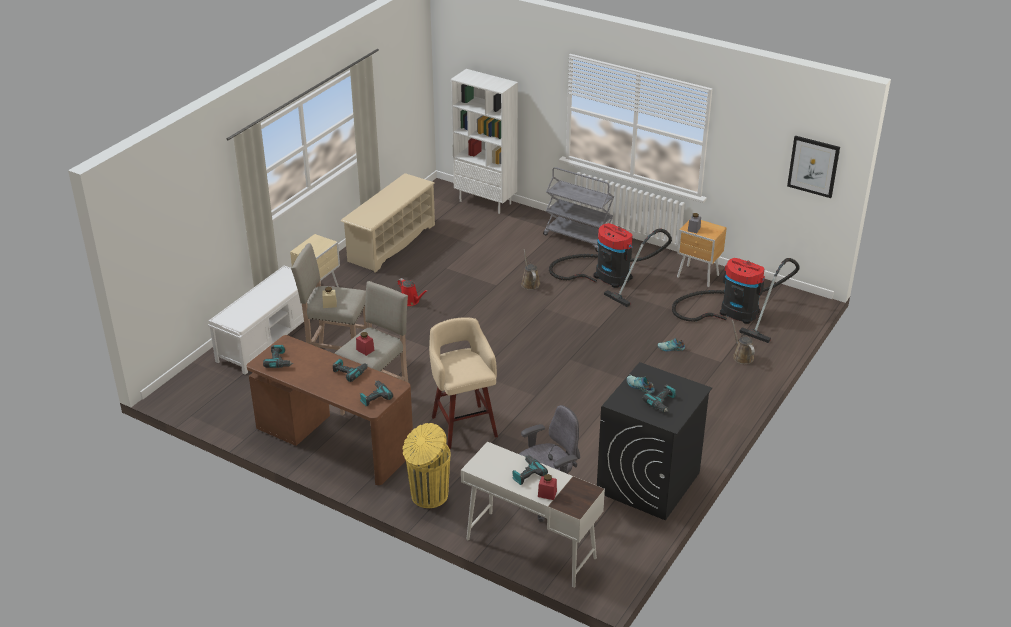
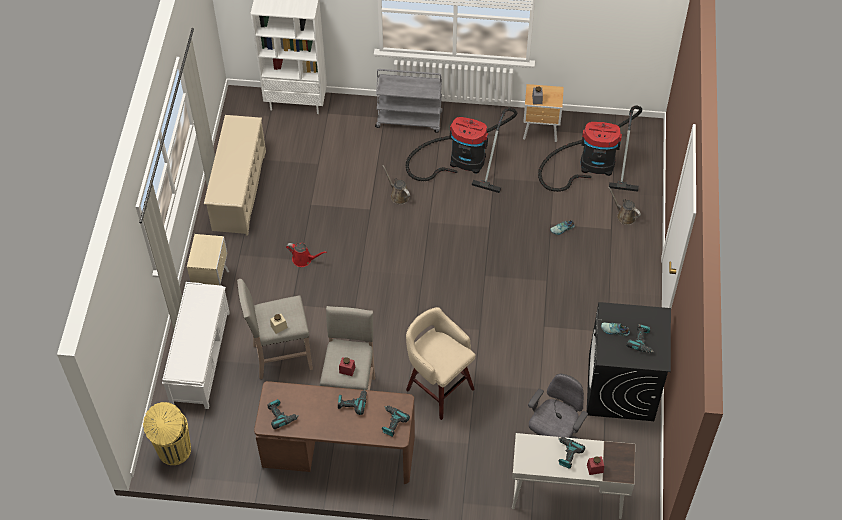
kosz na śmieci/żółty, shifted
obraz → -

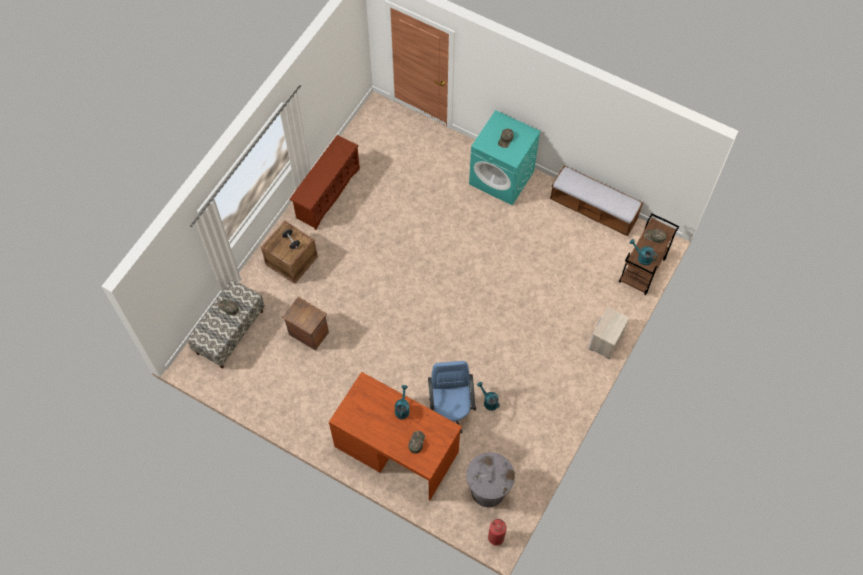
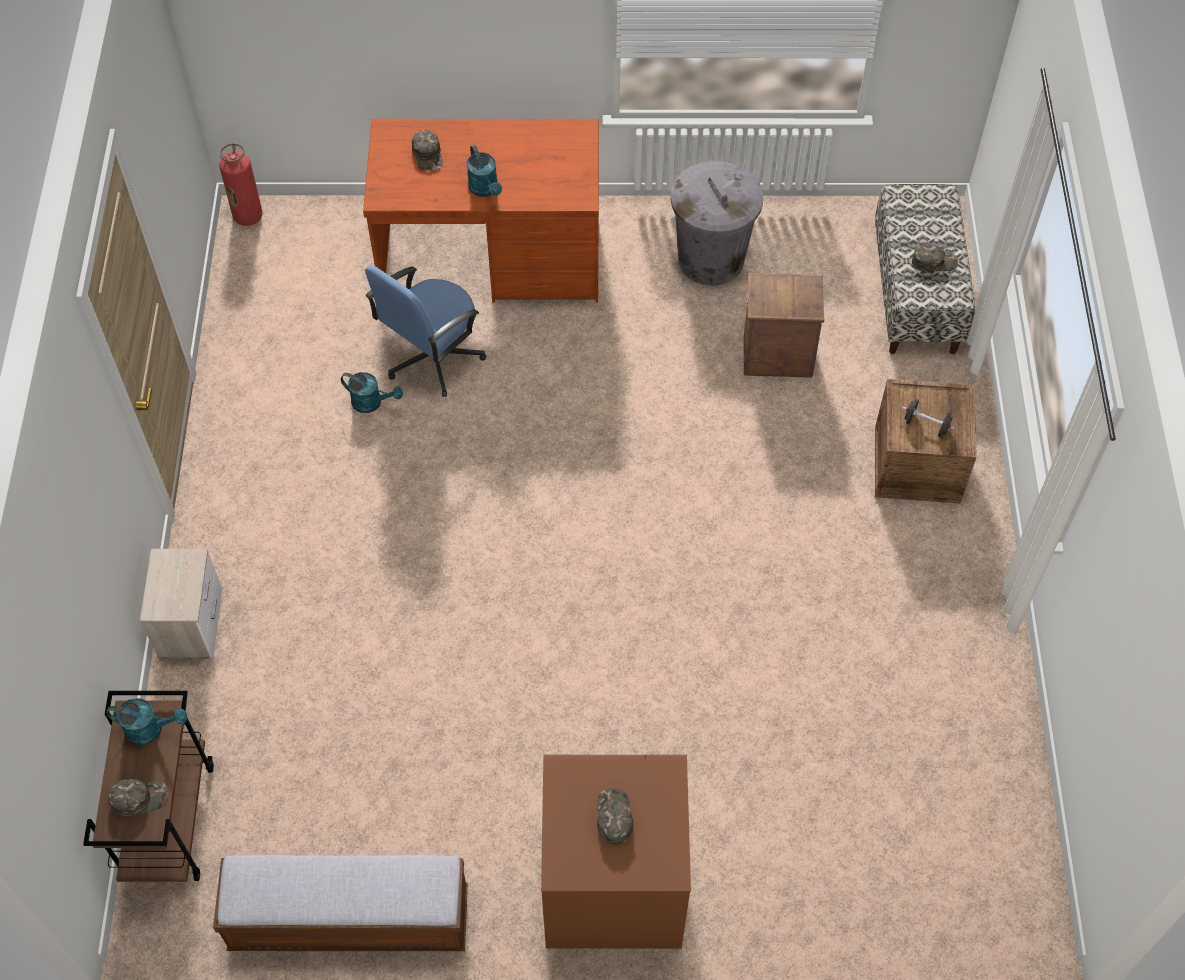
regał na buty/brązowy → -
krzesło biurowe/niebieski, 75 degrees clockwise
kosz na śmieci/szary, shifted
pralka/turkusowy → pralka/brązowy

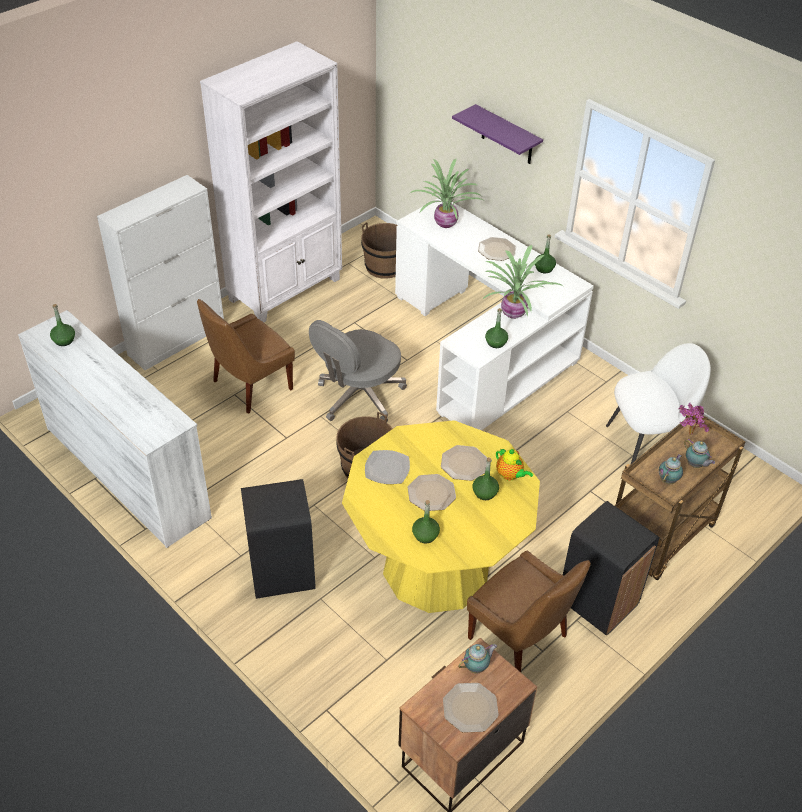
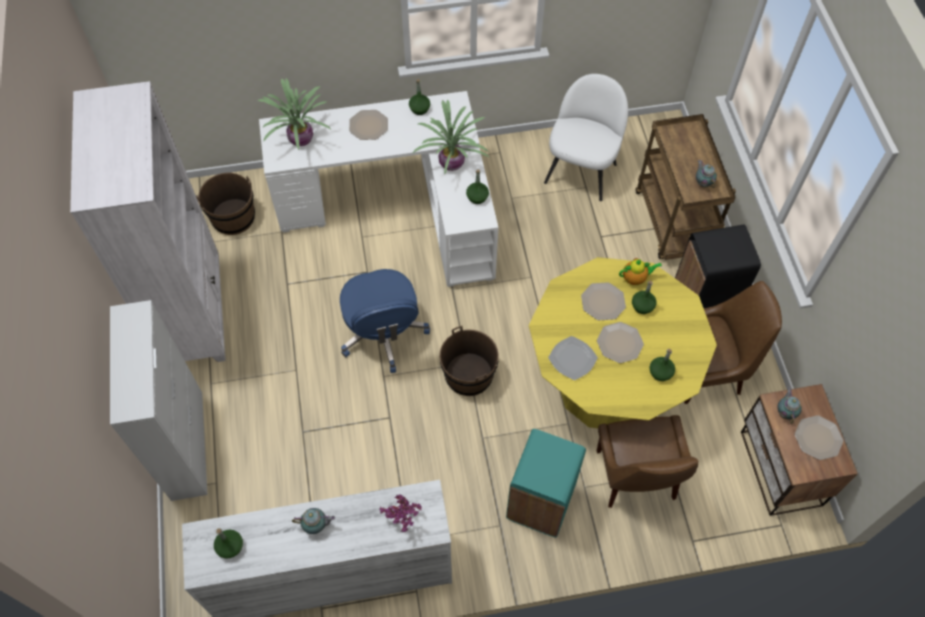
krzesło/brązowy (no. 1 from left), shifted
kosz na śmieci/czarny (no. 1 from left) → kosz na śmieci/turkusowy
krzesło biurowe/szary → krzesło biurowe/niebieski
półka/fioletowy → -
roślina doniczkowa (no. 3 from left in the first image) → roślina doniczkowa (no. 2 from left), shifted
imbryk (no. 4 from left in the first image) → imbryk (no. 1 from left), shifted

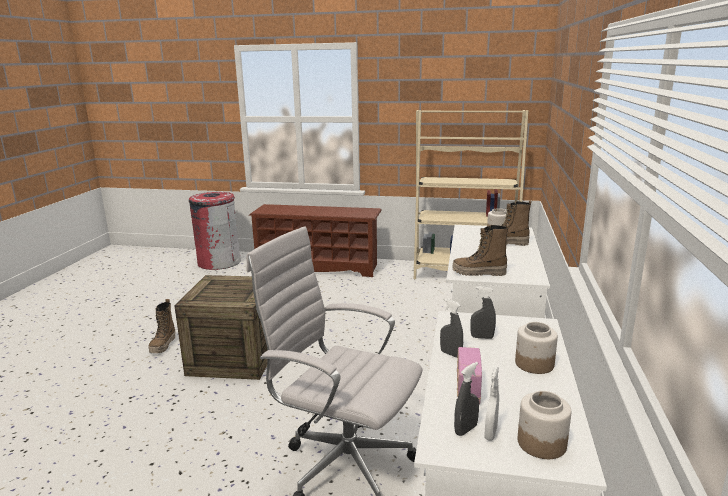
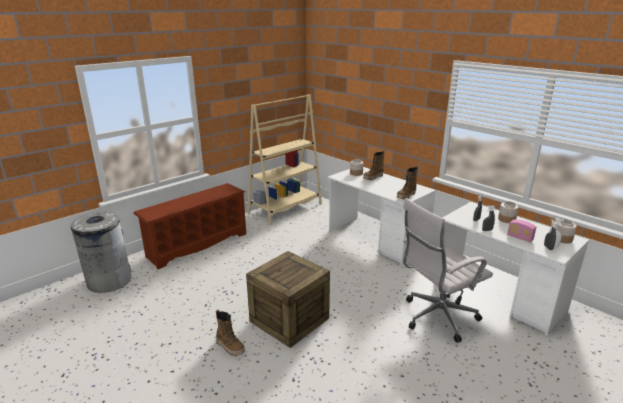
kosz na śmieci/czerwony → kosz na śmieci/szary

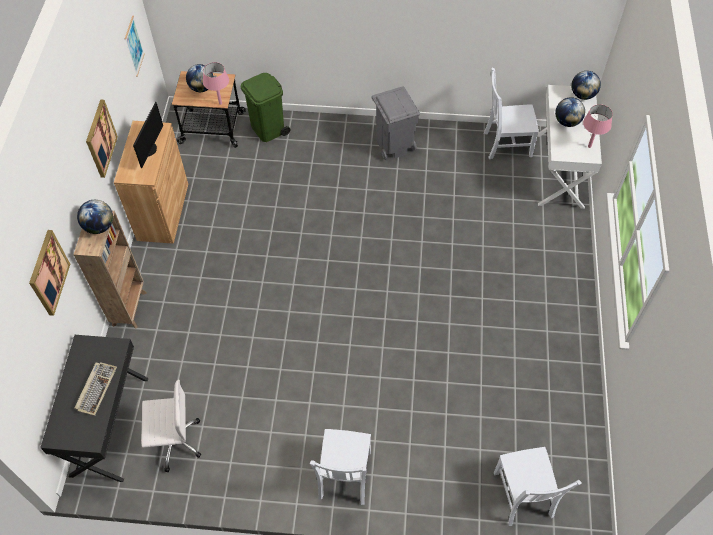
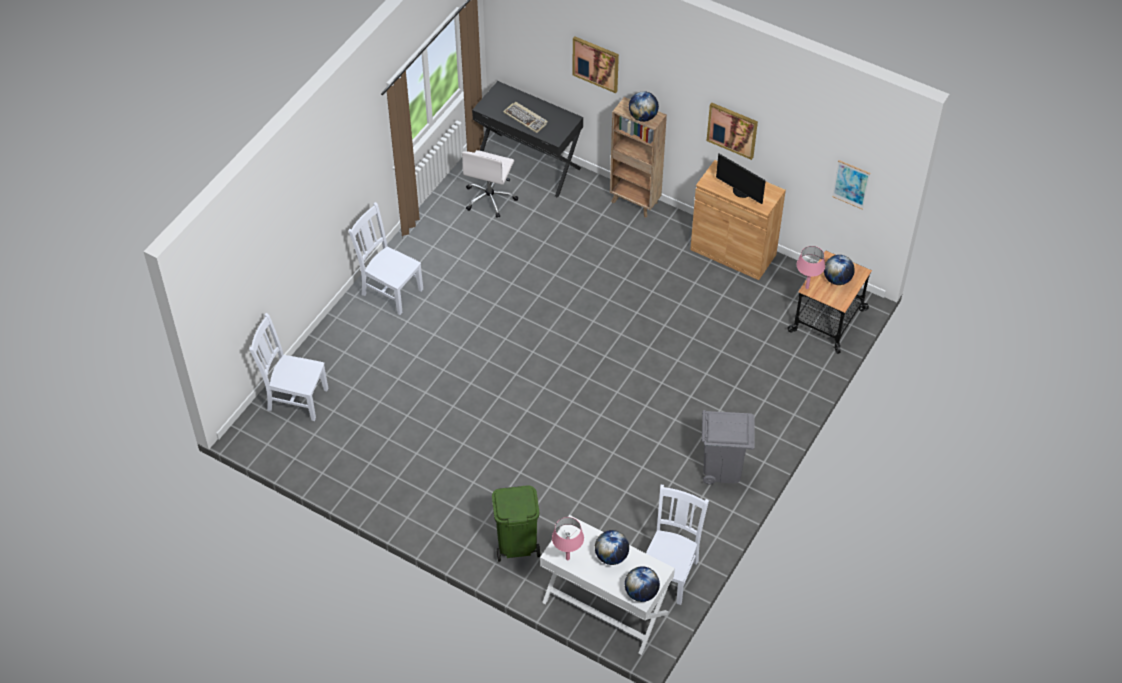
kosz na śmieci/zielony, shifted

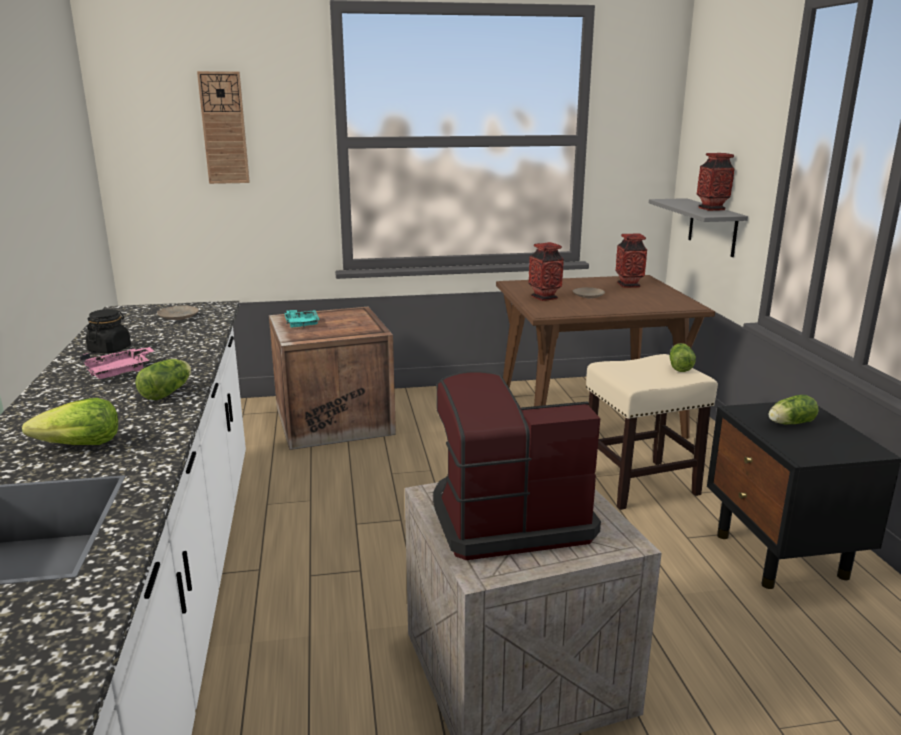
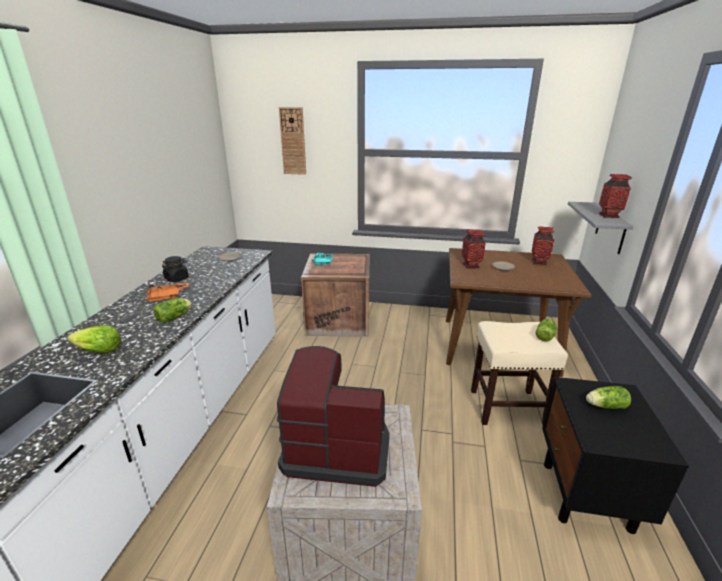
taca/różowy → taca/pomarańczowy

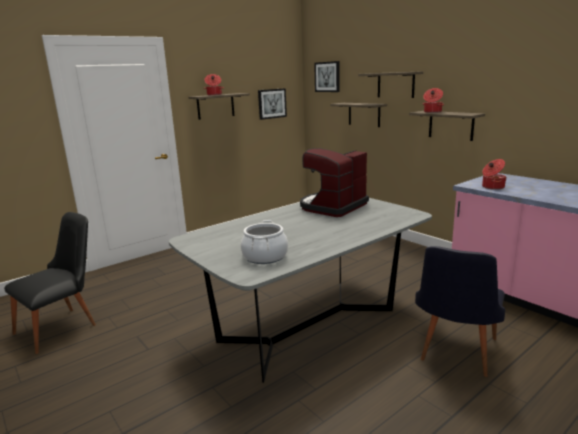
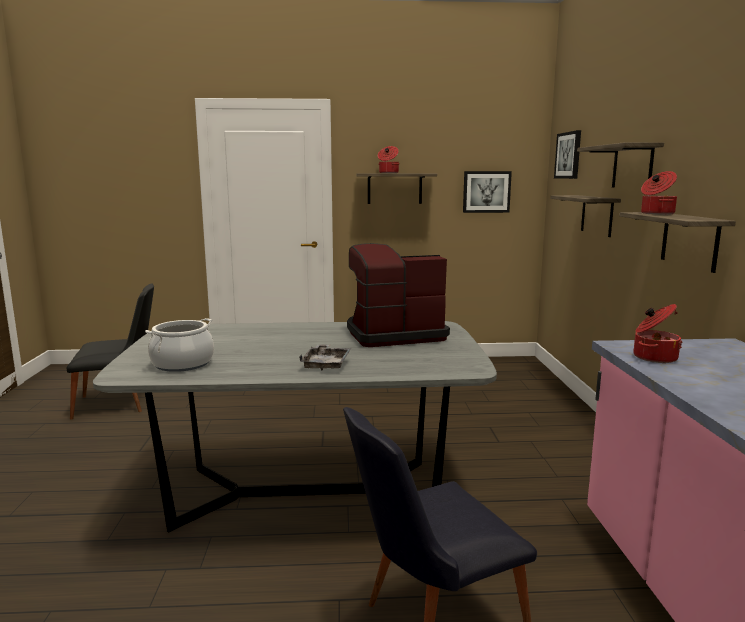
- → taca/szary

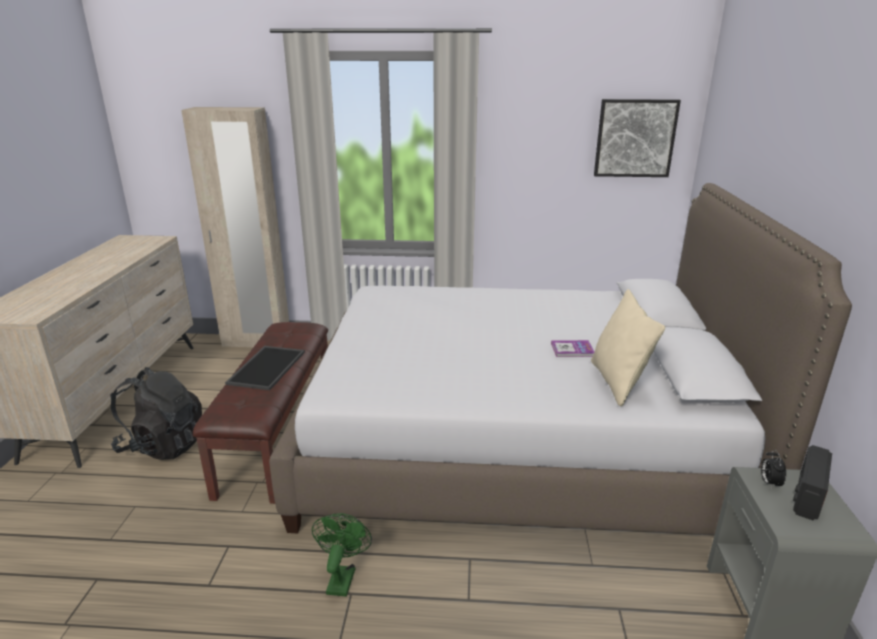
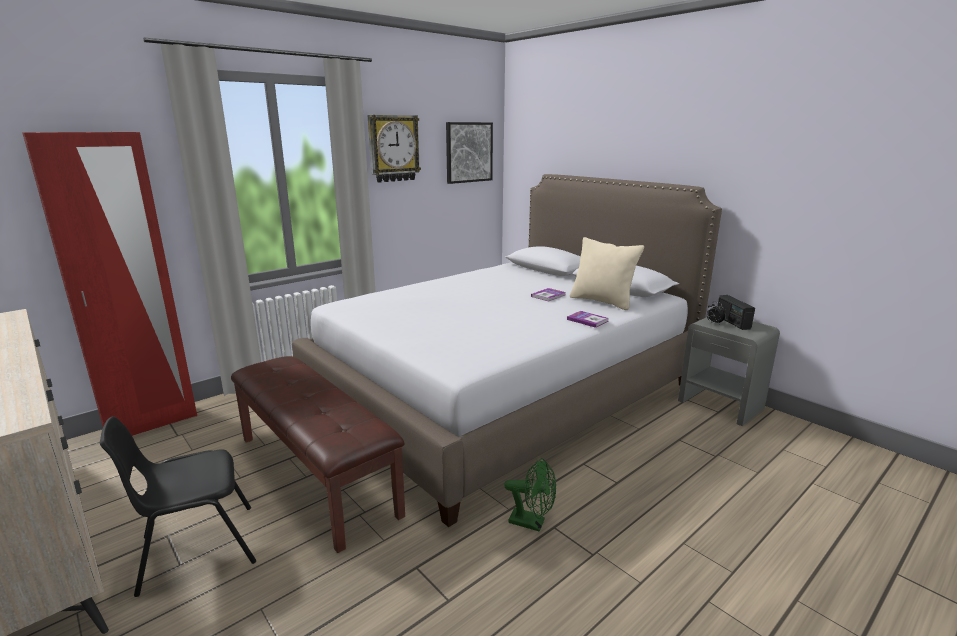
plecak/czarny → krzesło/czarny
szafa/beżowy → szafa/czerwony
taca → -
wentylator/zielony, 150 degrees clockwise
- → zegar ścienny
- → książka (no. 2 from left)

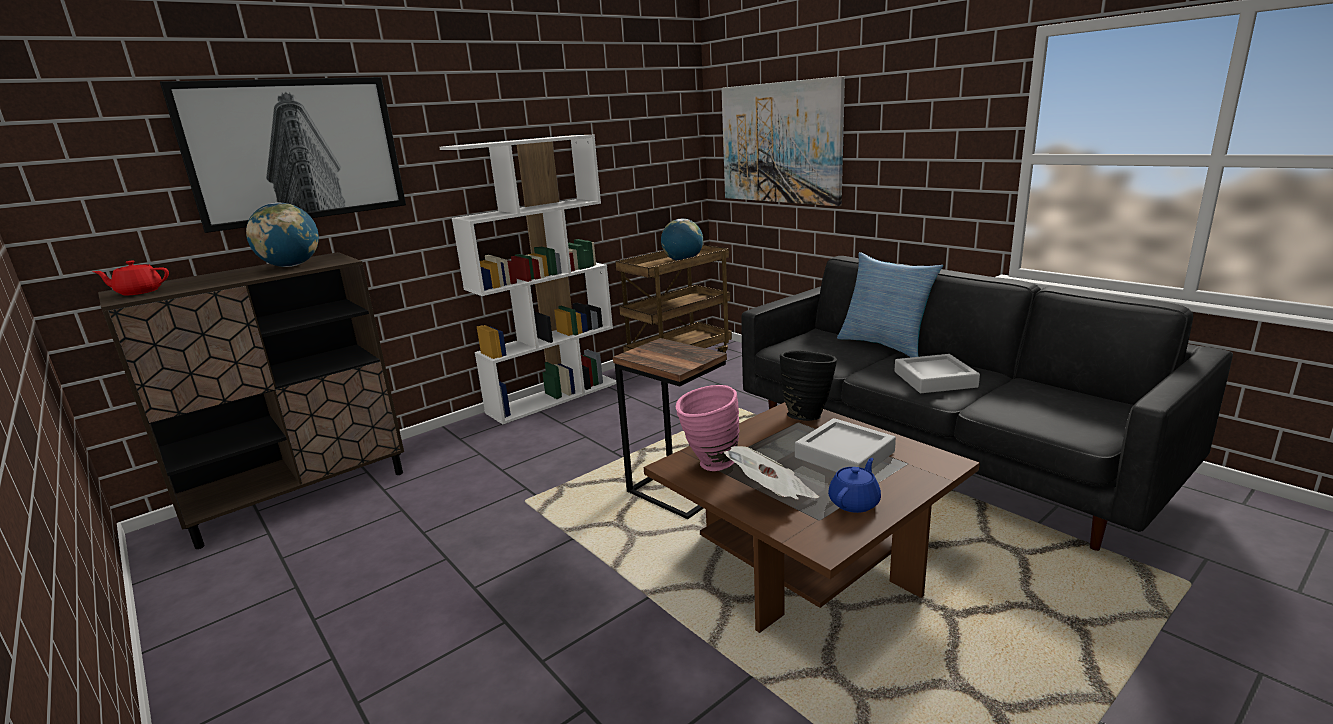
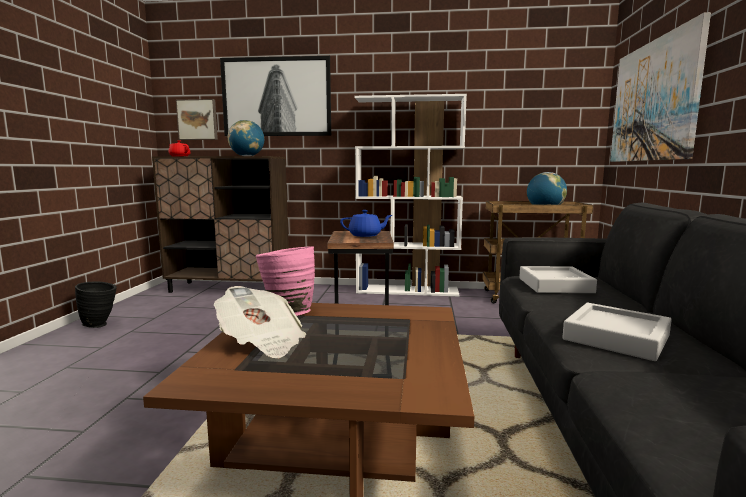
wazon/czarny, shifted
taca/szary (no. 1 from left), shifted
imbryk/niebieski, shifted
poduszka → -
- → obraz (no. 1 from left)

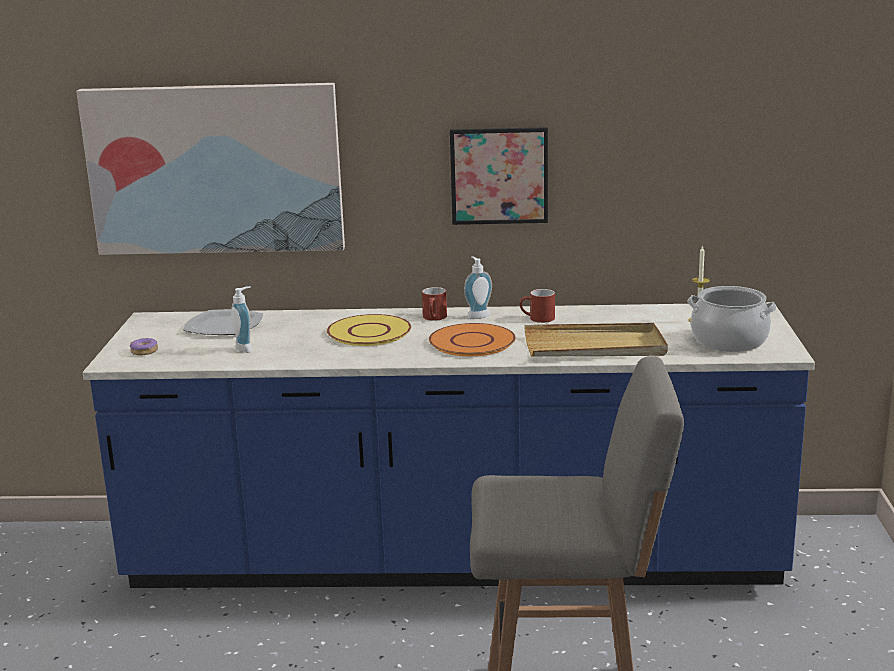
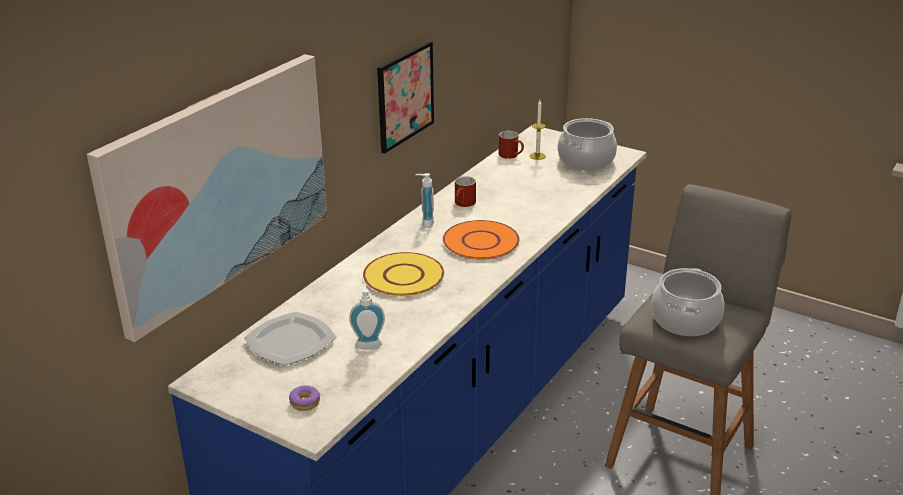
kubek/czerwony (no. 1 from left in the first image) → kubek/czerwony (no. 2 from left), shifted
taca/beżowy → -
- → garnek (no. 2 from left)

